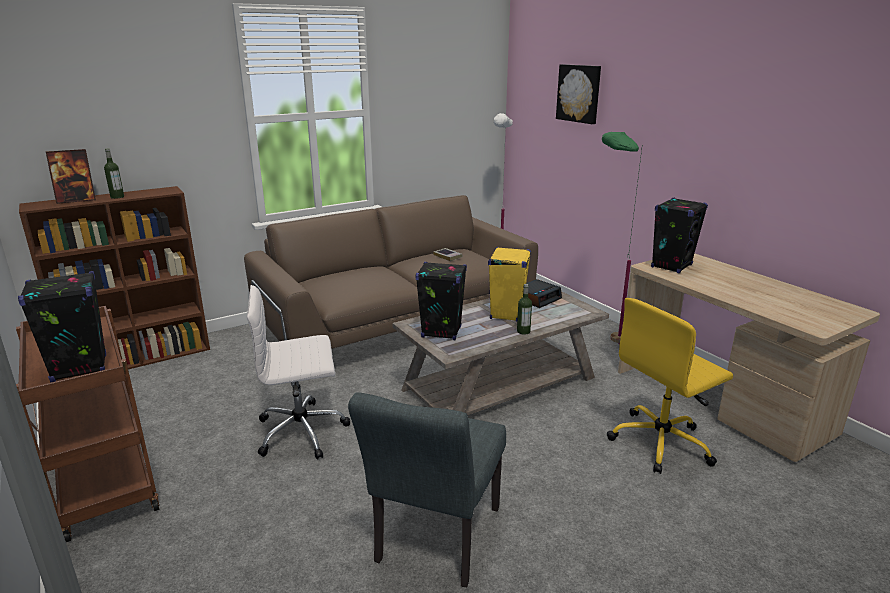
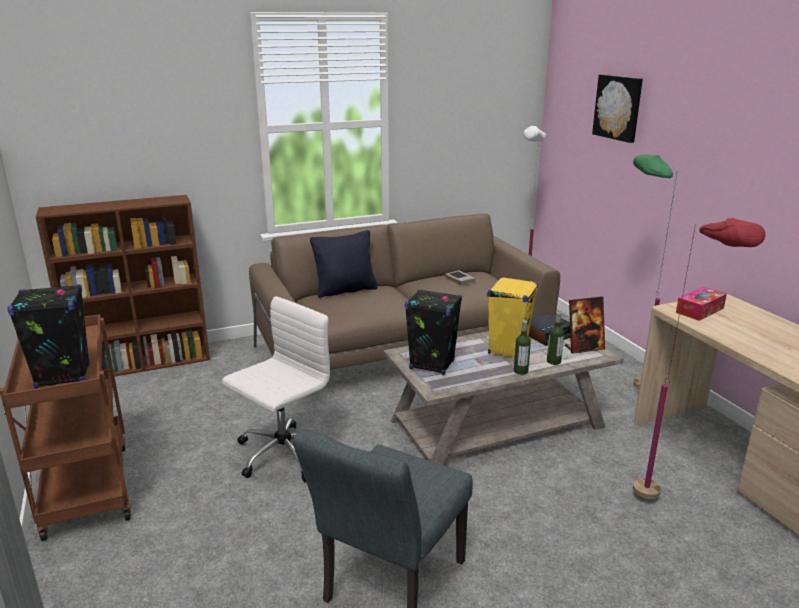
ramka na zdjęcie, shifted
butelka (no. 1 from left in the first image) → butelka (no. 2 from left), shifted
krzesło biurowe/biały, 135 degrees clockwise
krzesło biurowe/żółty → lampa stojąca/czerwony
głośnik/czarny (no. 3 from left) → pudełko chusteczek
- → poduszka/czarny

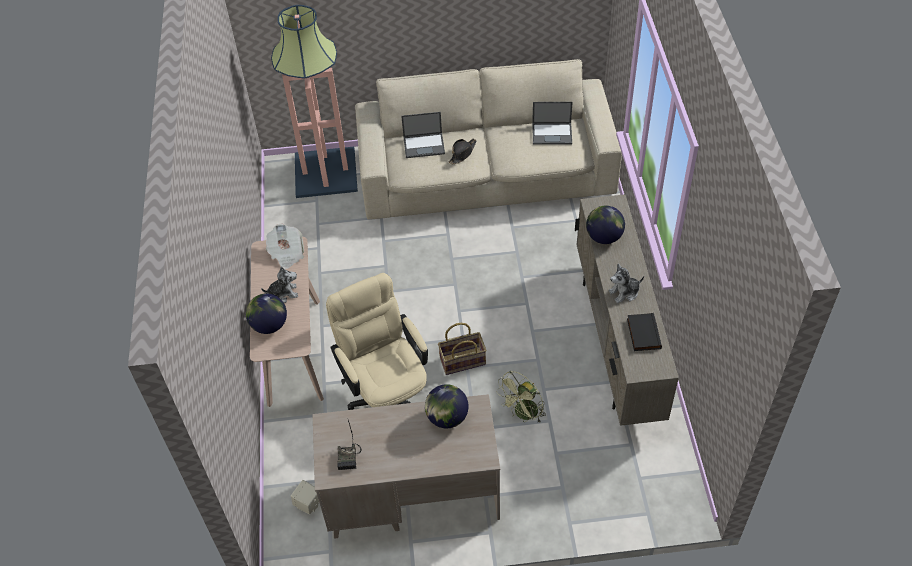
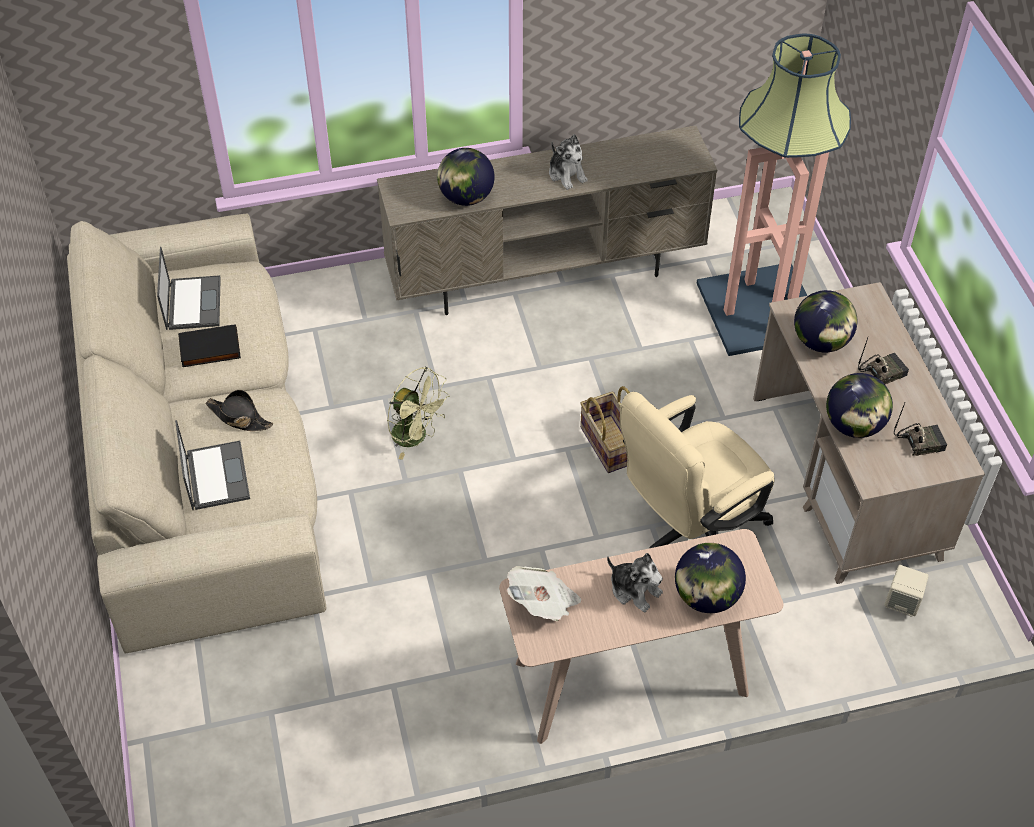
pluszak (no. 1 from left in the first image) → pluszak (no. 2 from left), 150 degrees clockwise
lampa stojąca, shifted
wentylator/zielony, shifted
książka/czarny, shifted
- → globus (no. 4 from left)
- → radio (no. 1 from left)

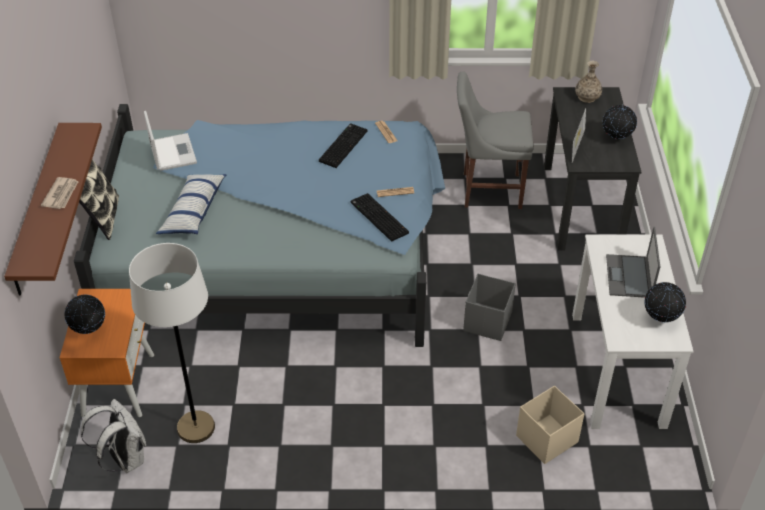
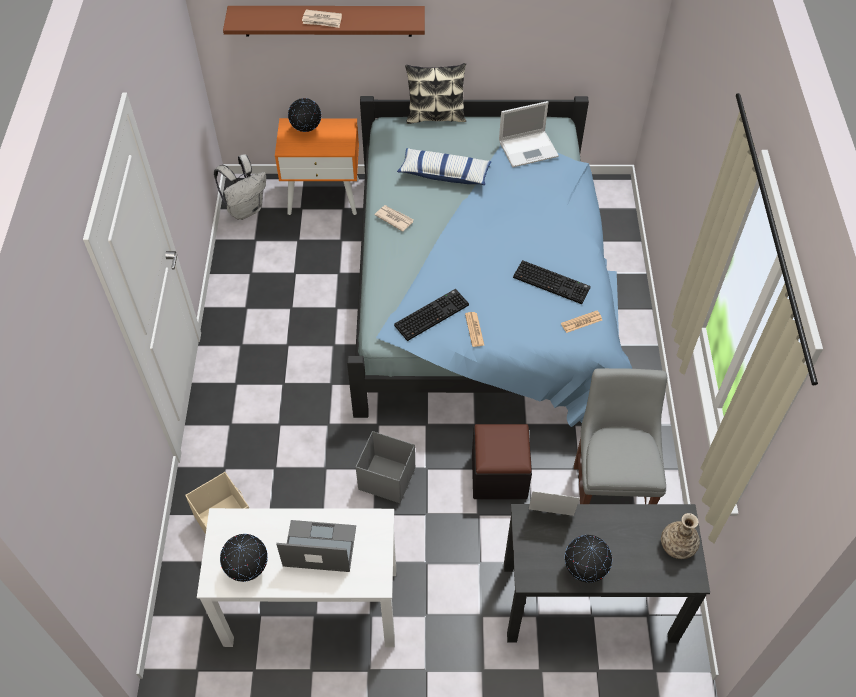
lampa stojąca/biały → -
- → gazeta (no. 2 from left)
- → pufa/czarny

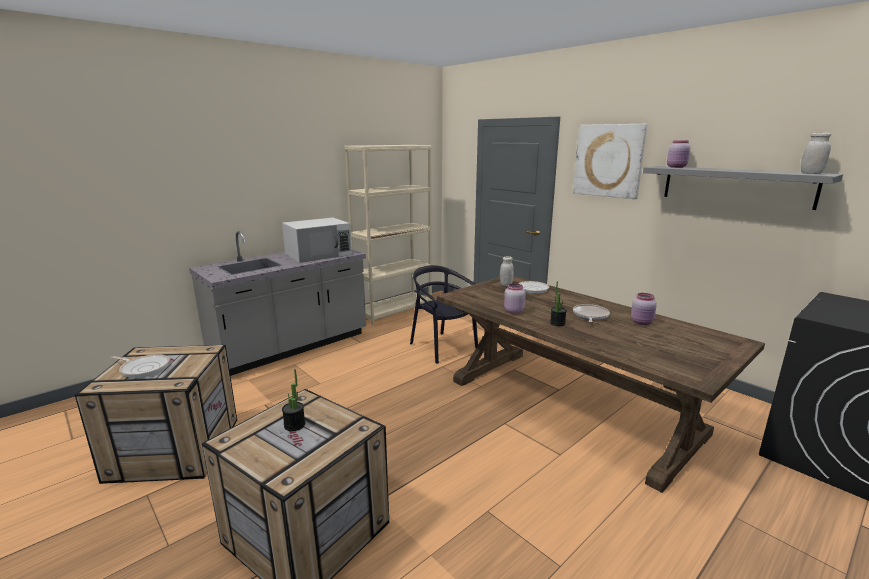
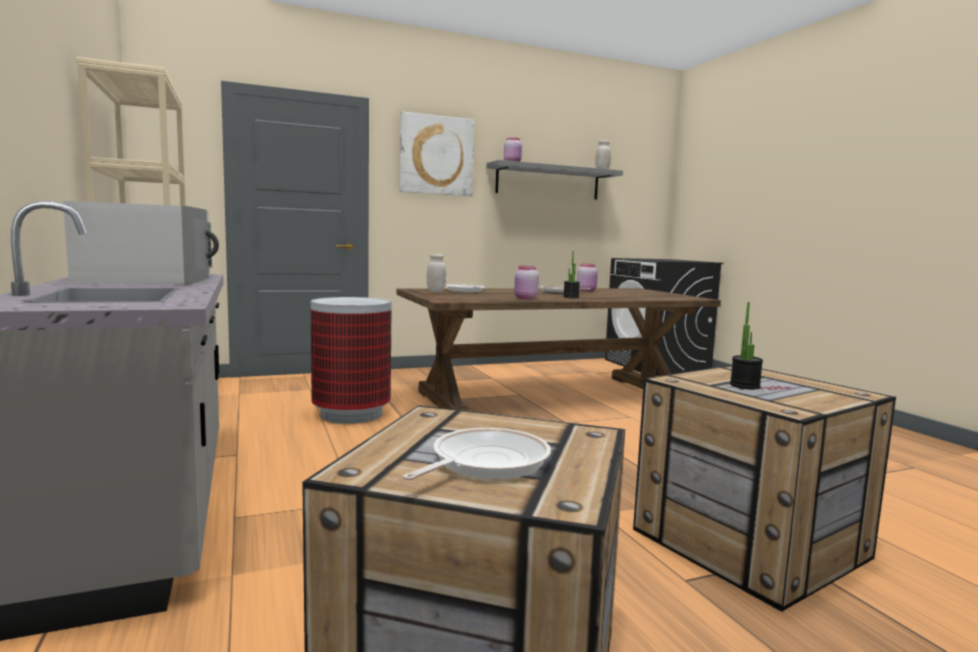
krzesło/czarny → kosz na śmieci

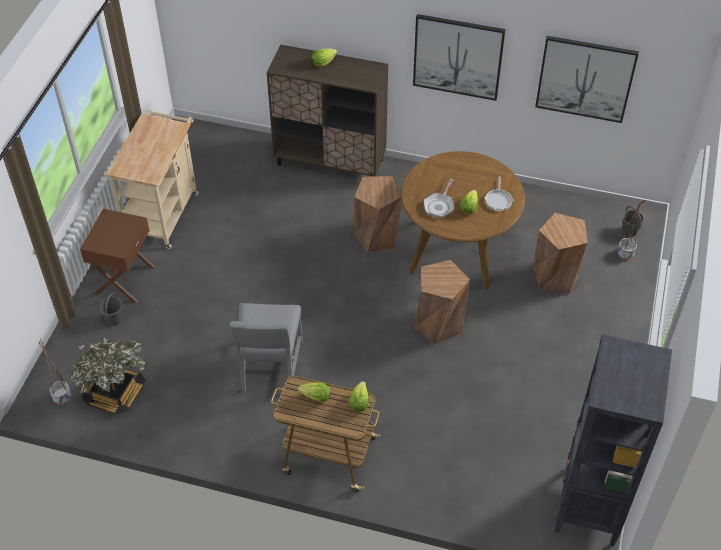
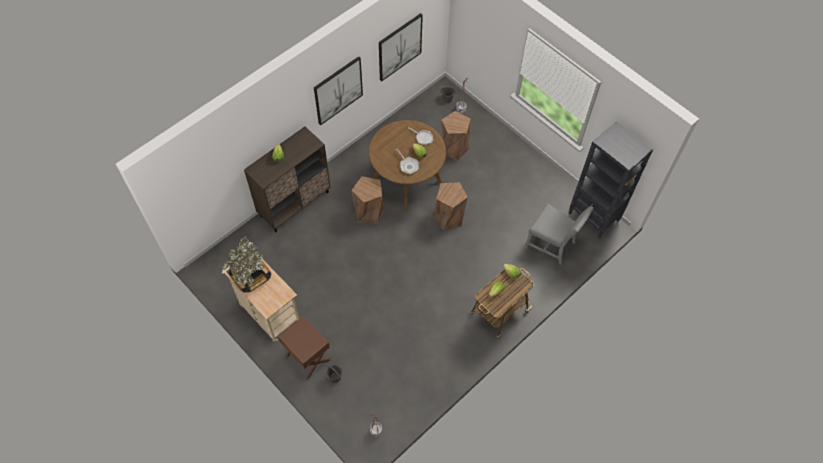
roślina doniczkowa, shifted
krzesło/szary, shifted

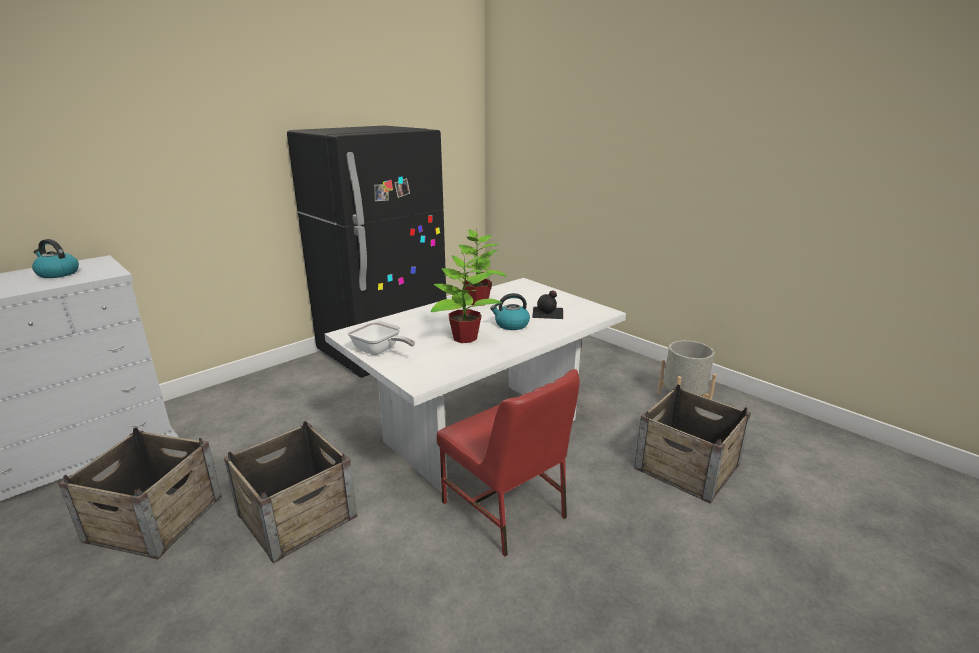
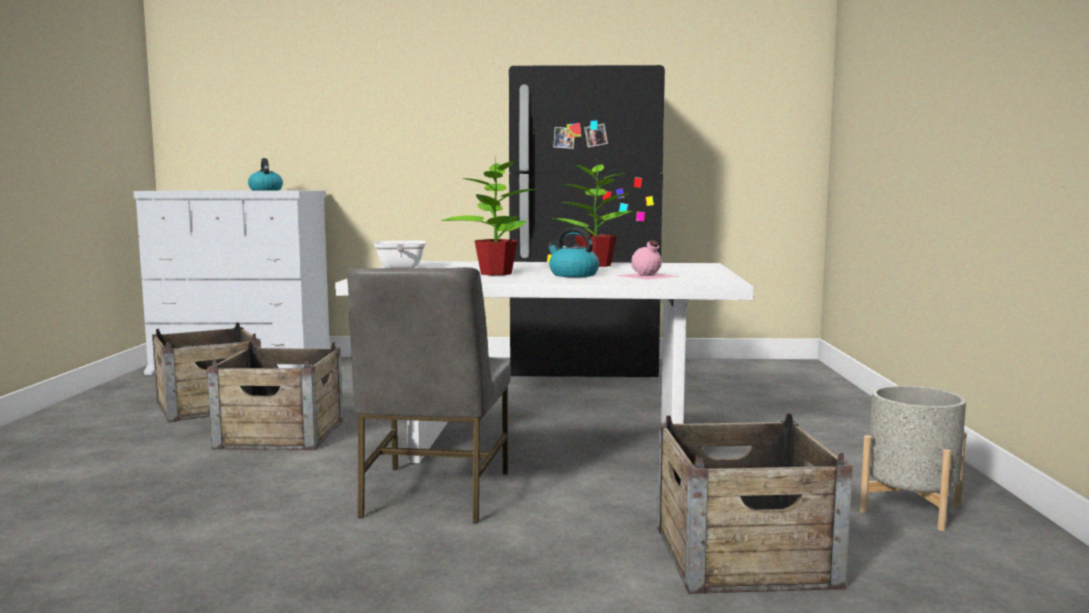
krzesło/czerwony → krzesło/szary
butelka/czarny → butelka/różowy

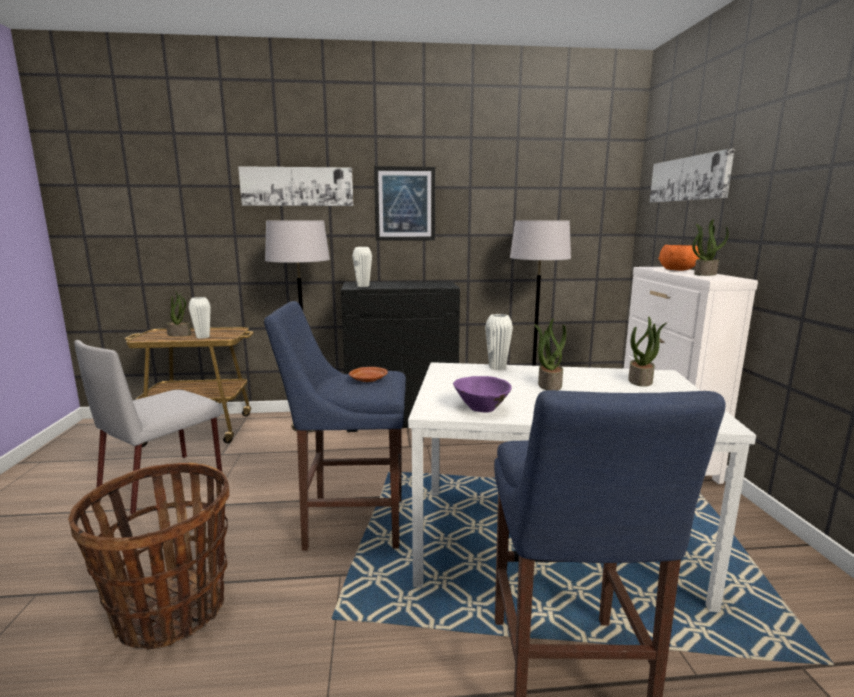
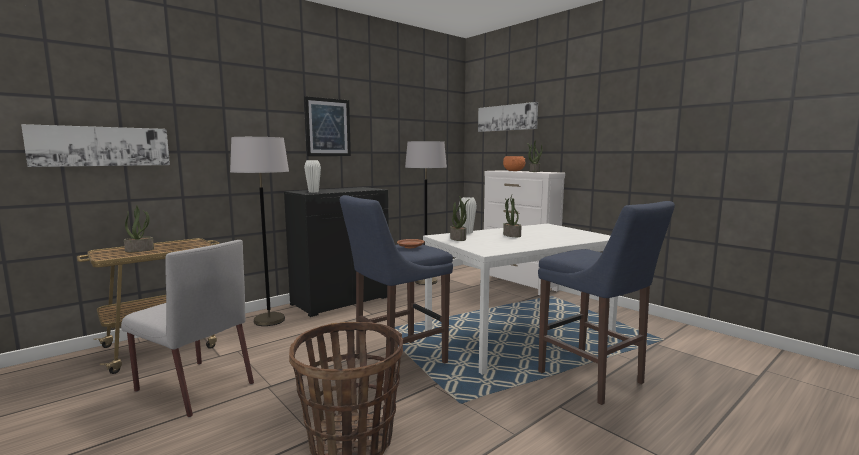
krzesło/szary, 60 degrees counterclockwise
wazon/biały (no. 1 from left) → -
obraz (no. 1 from left), shifted
miska/fioletowy → -
roślina doniczkowa (no. 3 from left in the first image) → roślina doniczkowa (no. 2 from left), shifted

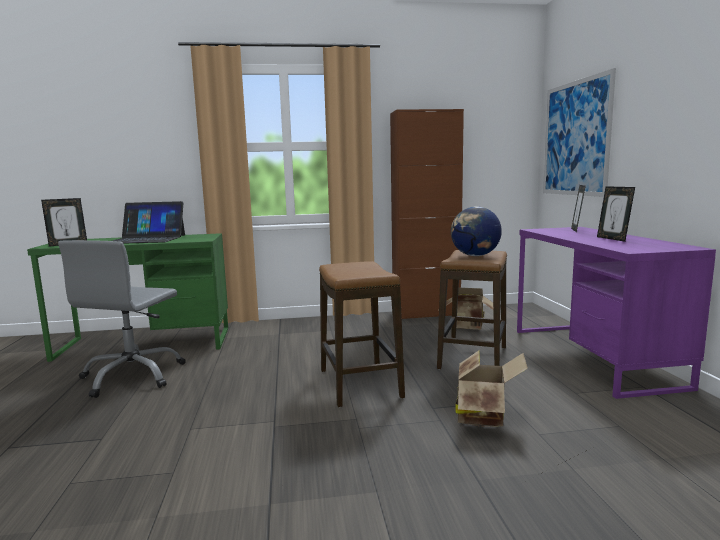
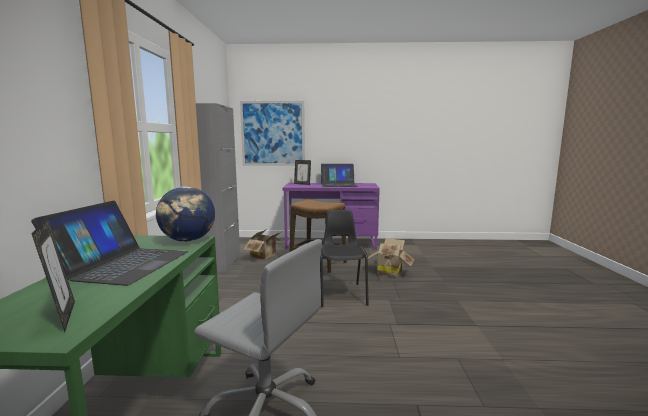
stołek (no. 1 from left) → krzesło/czarny
szafka/brązowy → szafka/szary
globus, shifted
ramka na zdjęcie (no. 3 from left) → laptop (no. 2 from left)

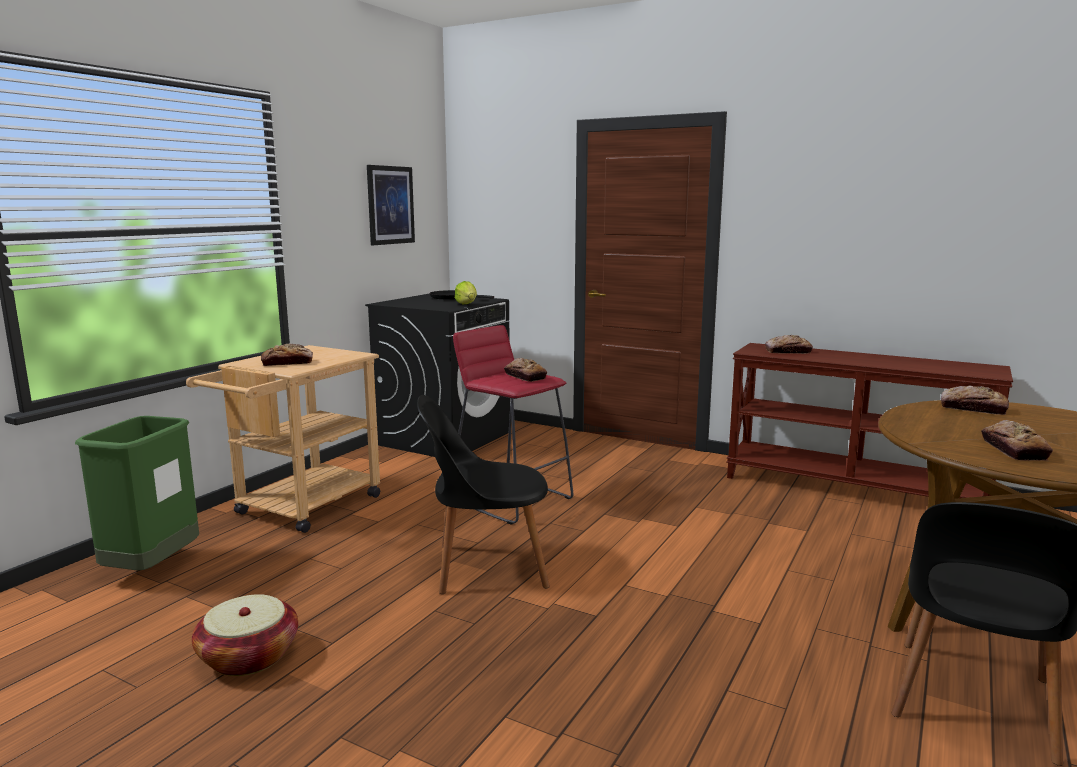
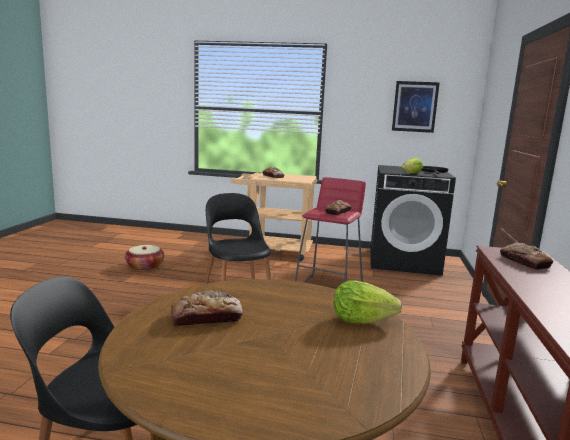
kosz na śmieci/zielony → -
chleb (no. 4 from left) → sałata (no. 1 from left)

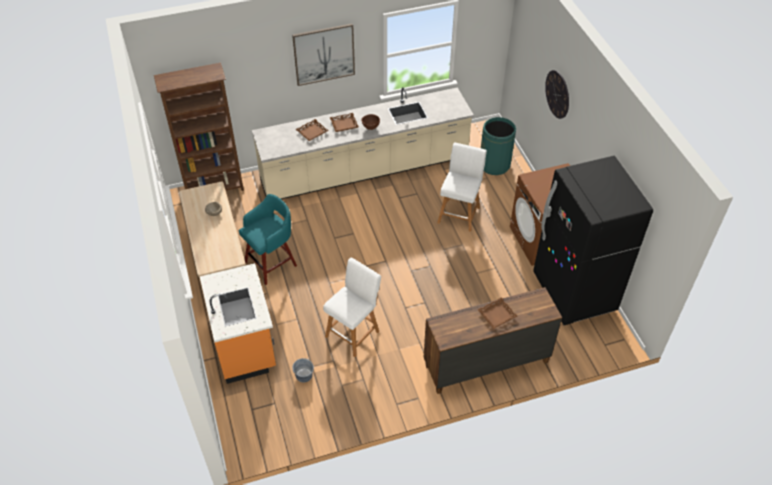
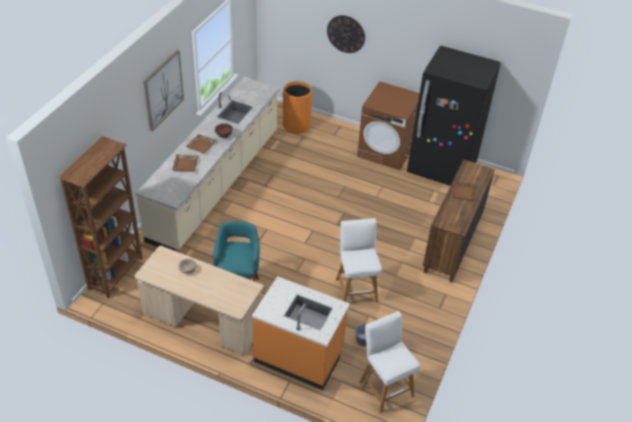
stołek/biały (no. 2 from left), shifted
kosz na śmieci/zielony → kosz na śmieci/pomarańczowy

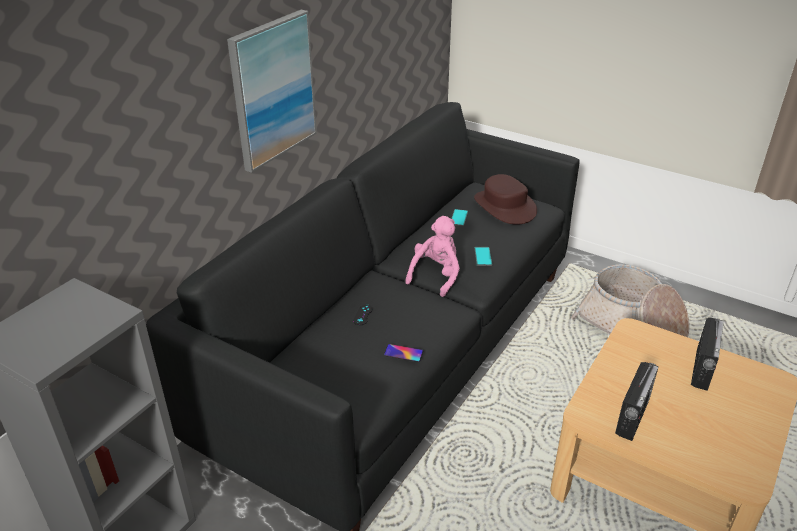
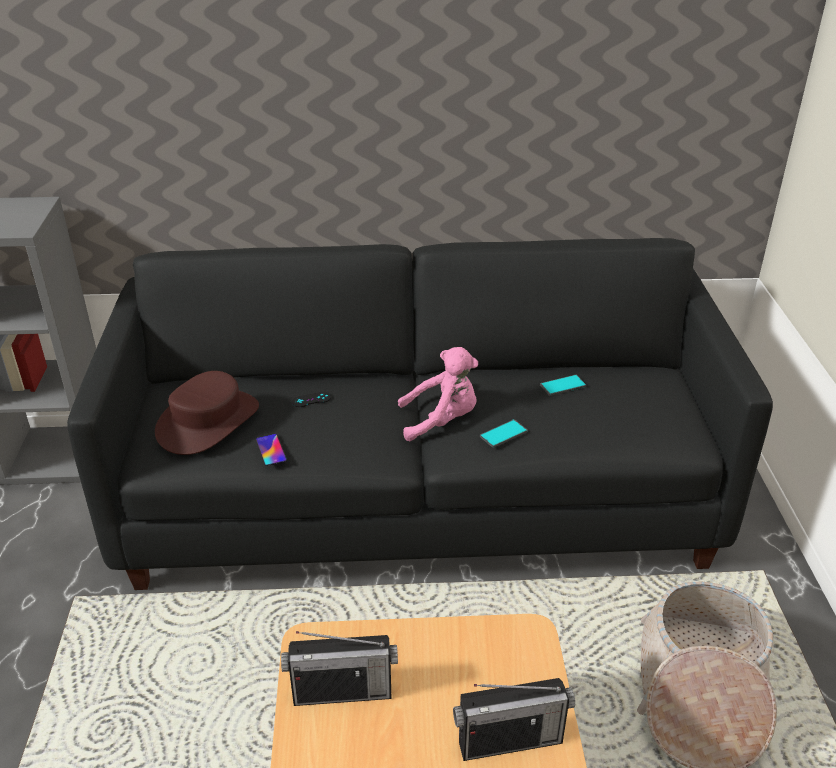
obraz → -
kapelusz/brązowy, shifted

